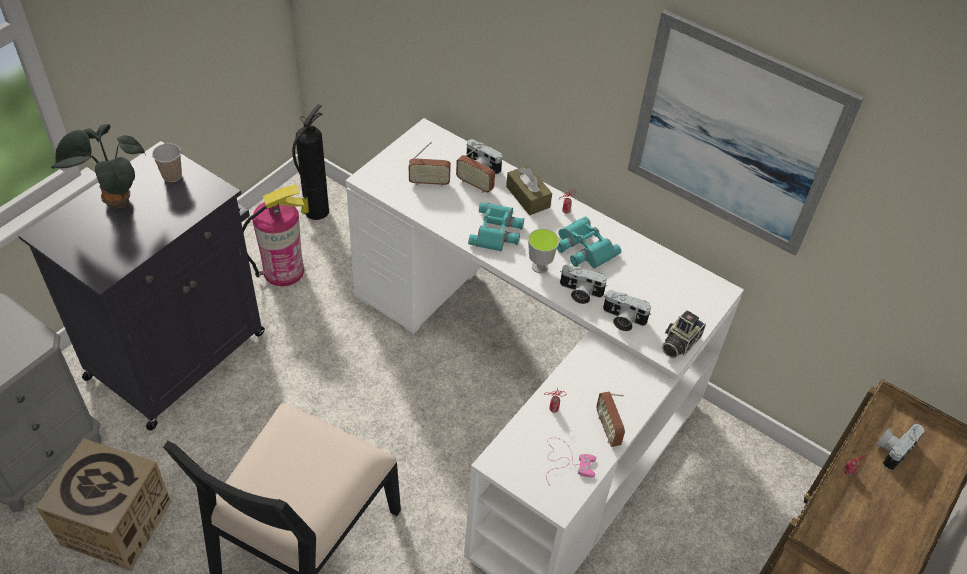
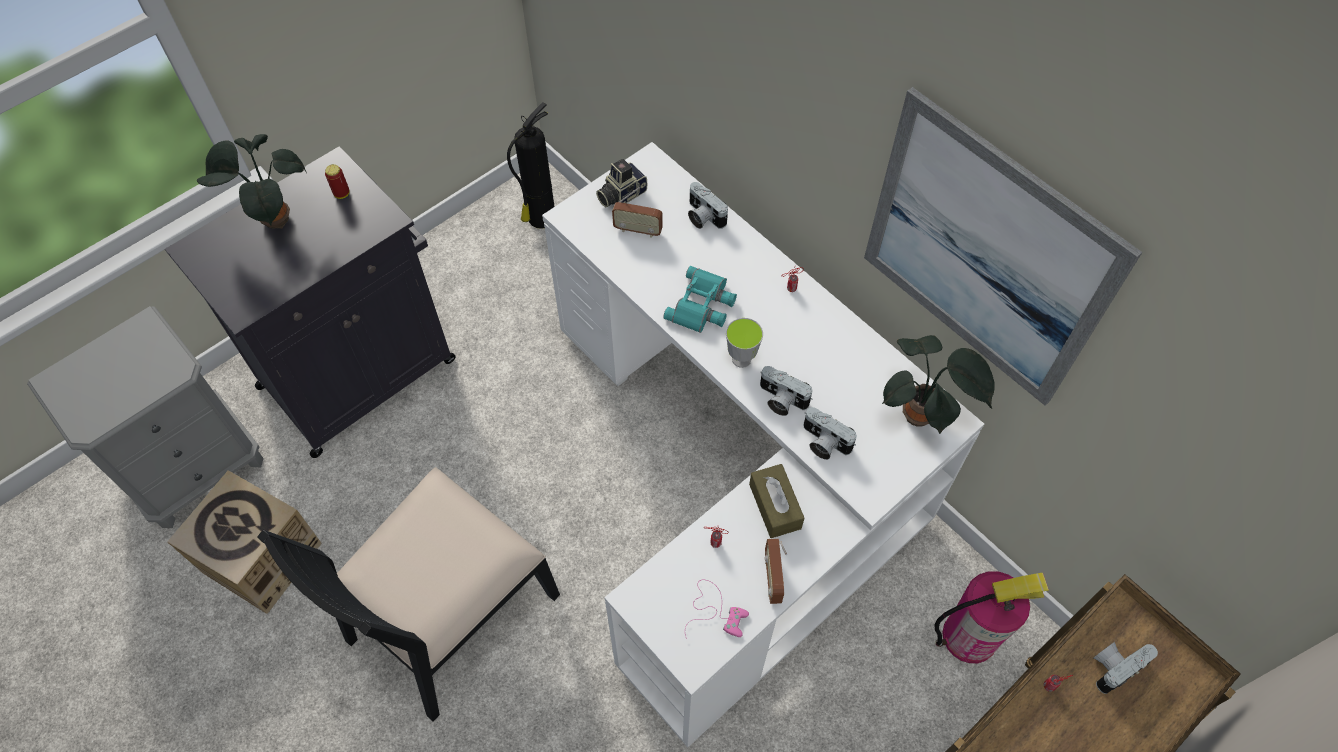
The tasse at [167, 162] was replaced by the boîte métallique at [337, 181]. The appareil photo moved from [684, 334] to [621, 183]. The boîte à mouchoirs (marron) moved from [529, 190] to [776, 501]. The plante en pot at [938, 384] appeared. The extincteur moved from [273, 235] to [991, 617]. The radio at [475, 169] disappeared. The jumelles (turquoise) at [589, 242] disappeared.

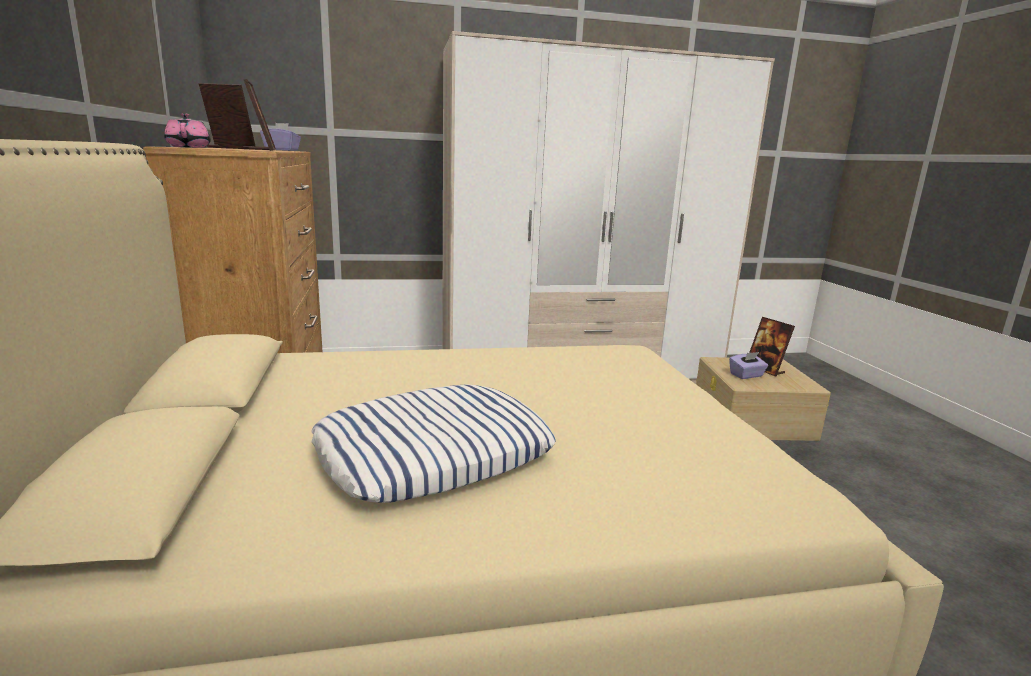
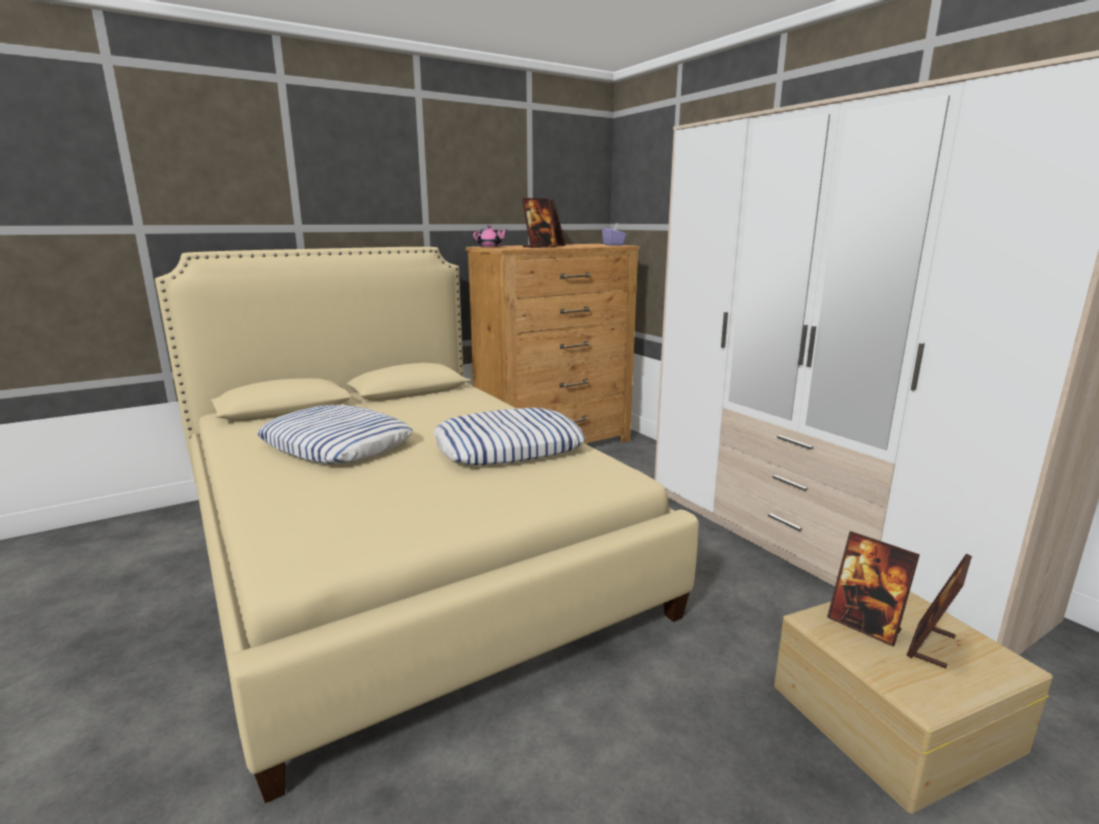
The coussin at [509, 436] appeared. The boîte à mouchoirs (violet) at [748, 365] was replaced by the cadre photo at [873, 589].

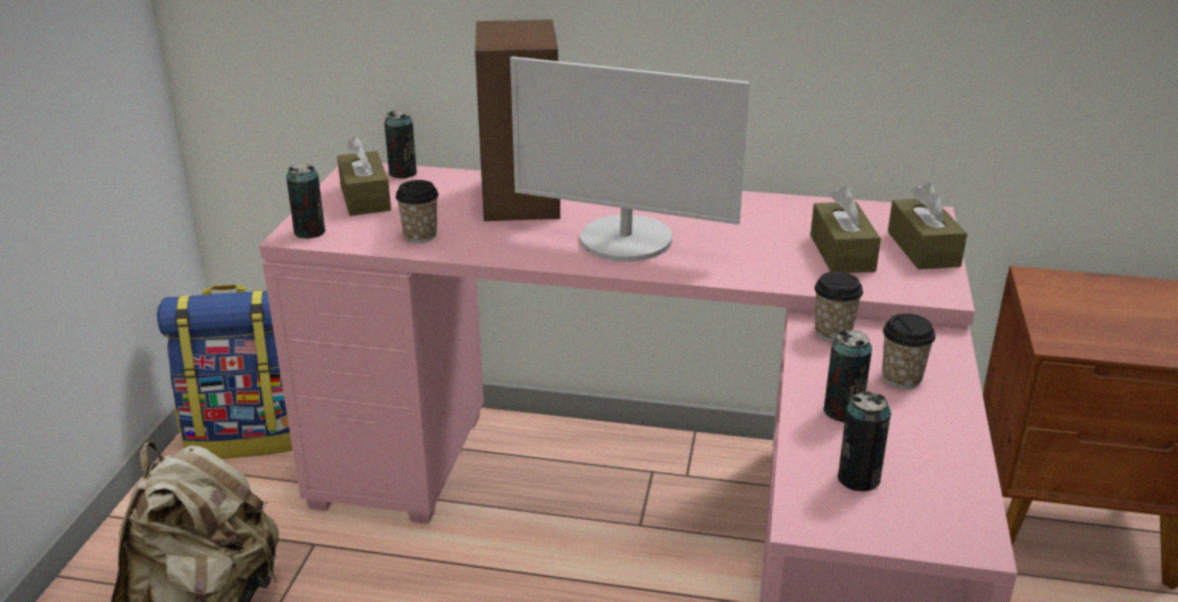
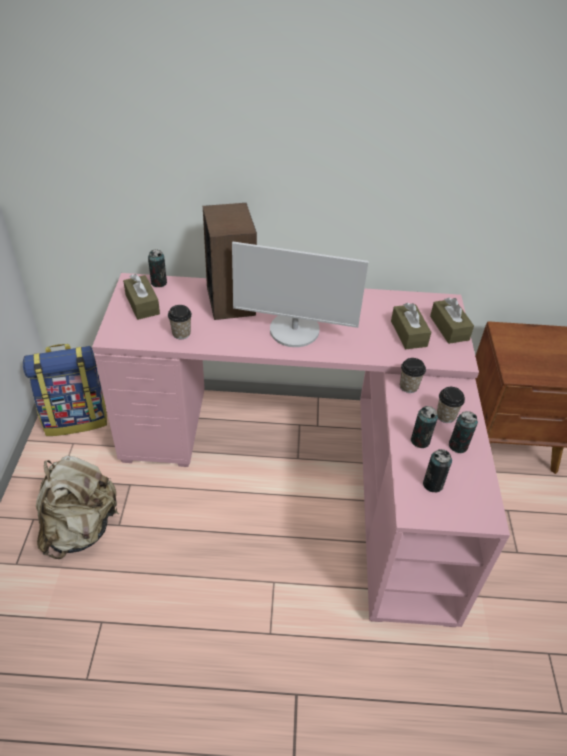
The boîte métallique moved from [305, 201] to [463, 432].

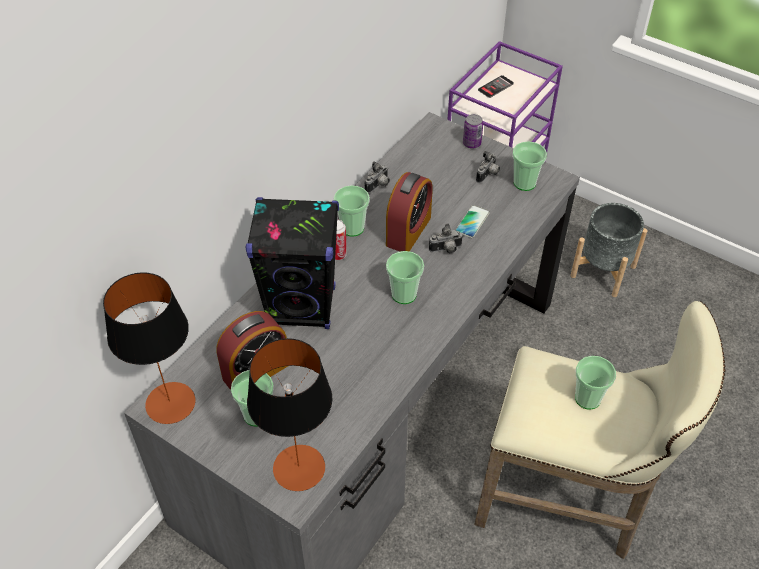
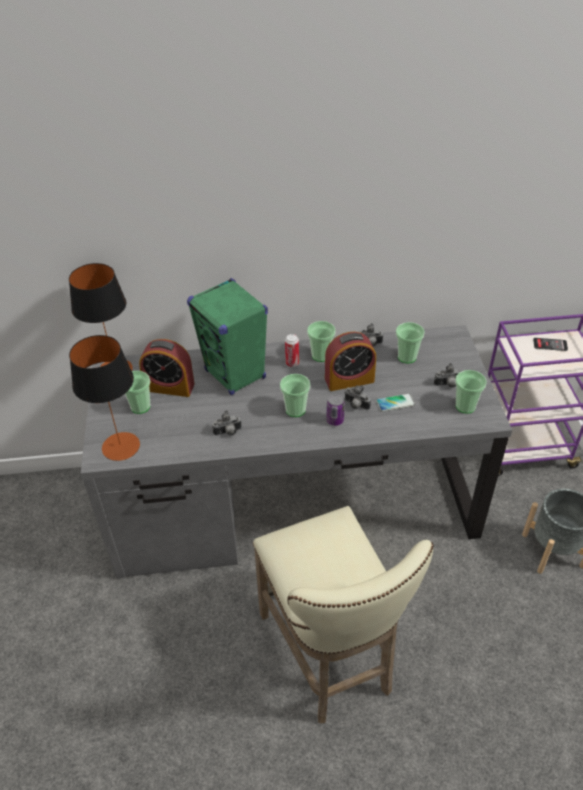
The enceinte (noir) at [292, 263] became the enceinte (vert) at [227, 336]. The appareil photo at [227, 423] appeared. The boîte métallique moved from [473, 131] to [335, 410]. The tasse moved from [595, 383] to [410, 342].

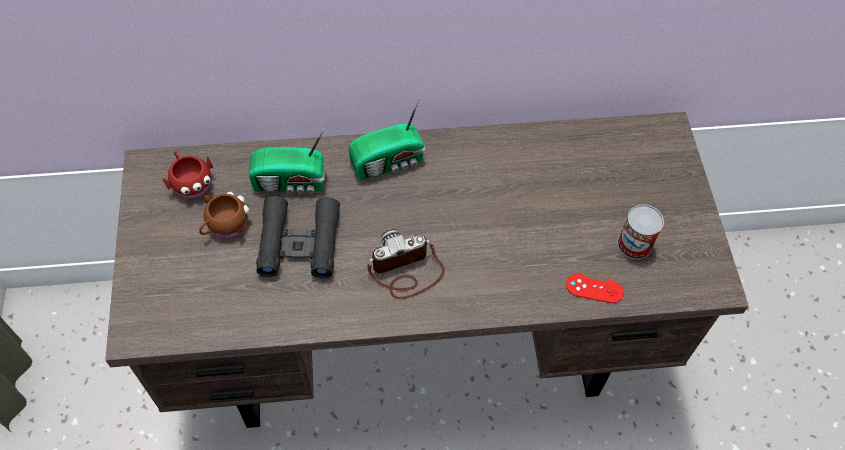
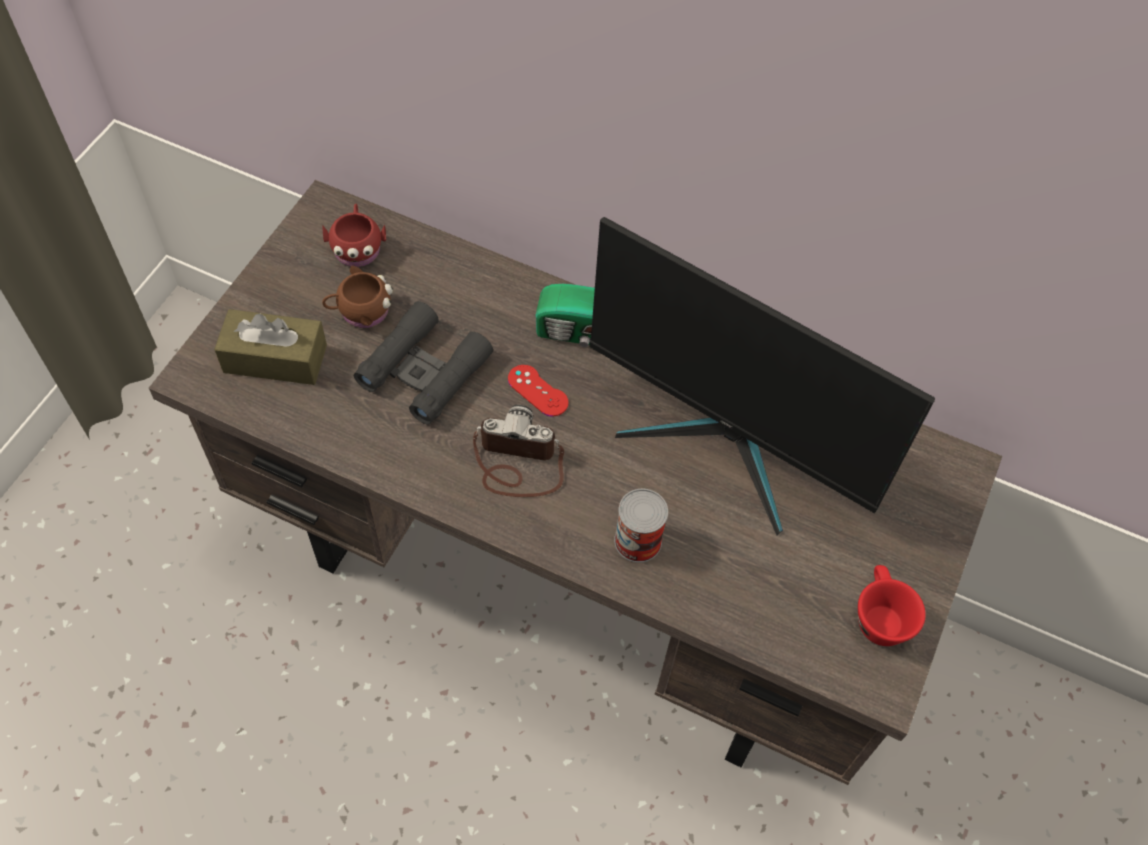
The boîte à mouchoirs (marron) at [270, 347] appeared. The manette (rouge) moved from [595, 288] to [538, 390]. The écran d'ordinateur at [762, 376] appeared. The boîte métallique moved from [640, 232] to [641, 526]. The tasse (rouge) at [892, 605] appeared. The radio at [287, 160] disappeared.

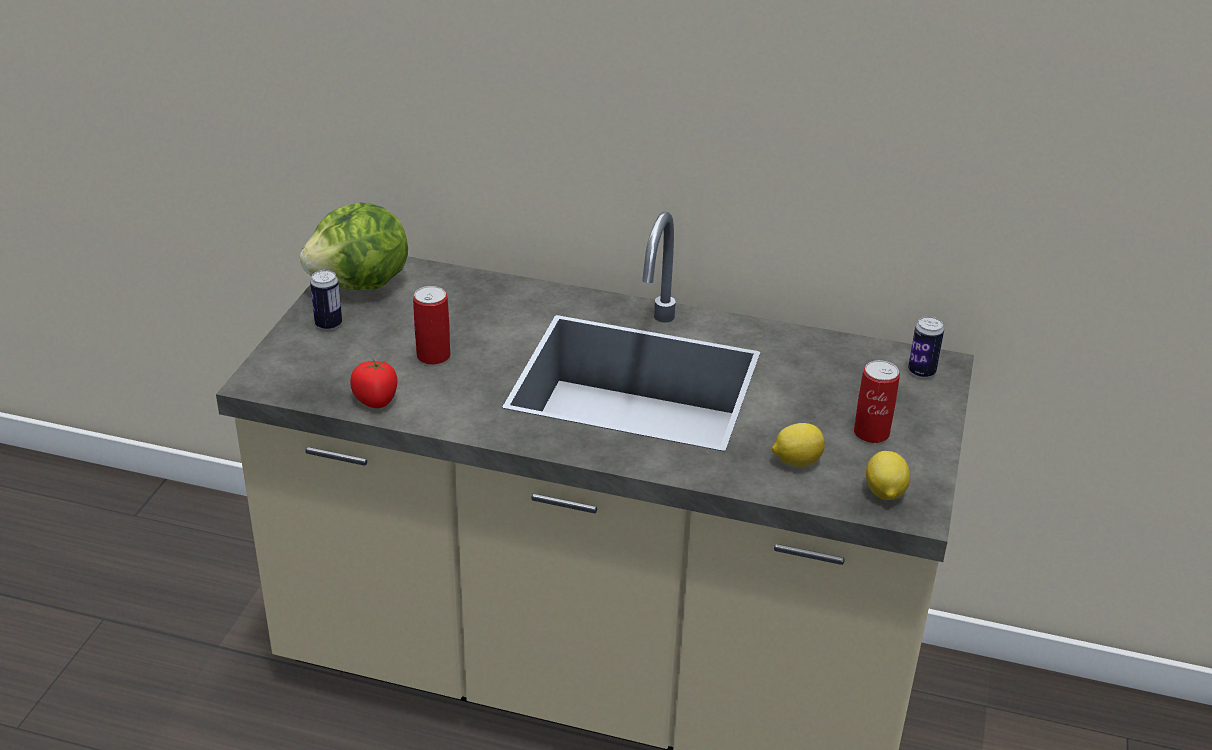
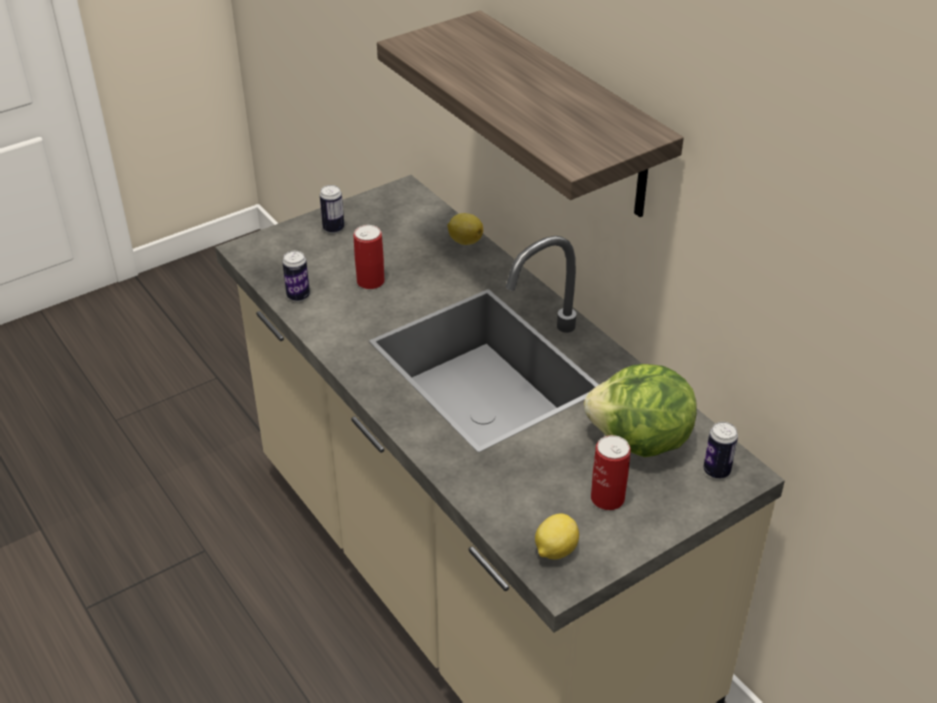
The tomate at [373, 383] was replaced by the boîte métallique at [296, 276]. The étagère at [530, 113] appeared. The citron moved from [798, 445] to [465, 229]. The laitue moved from [354, 246] to [640, 410].

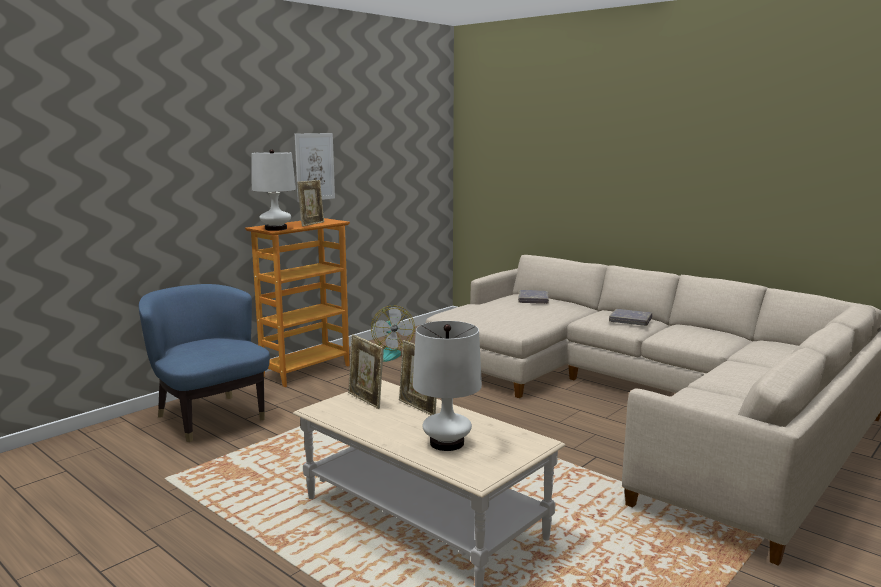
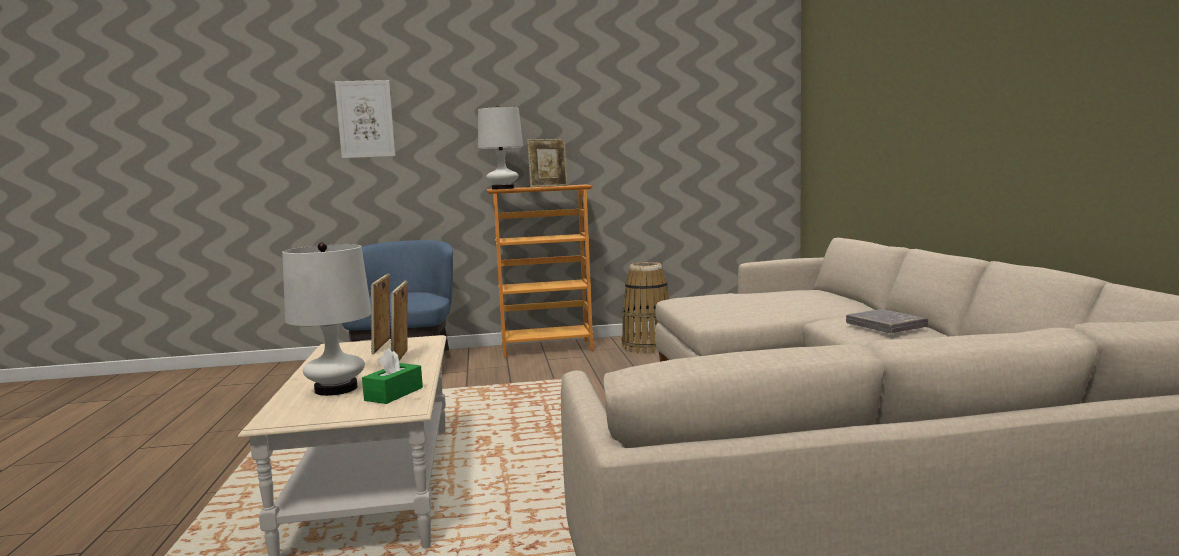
The tableau moved from [315, 167] to [365, 119]. The boîte à mouchoirs (vert) at [392, 376] appeared. The ventilateur at [393, 334] was replaced by the panier at [645, 308]. The livre (gris) at [533, 297] disappeared.

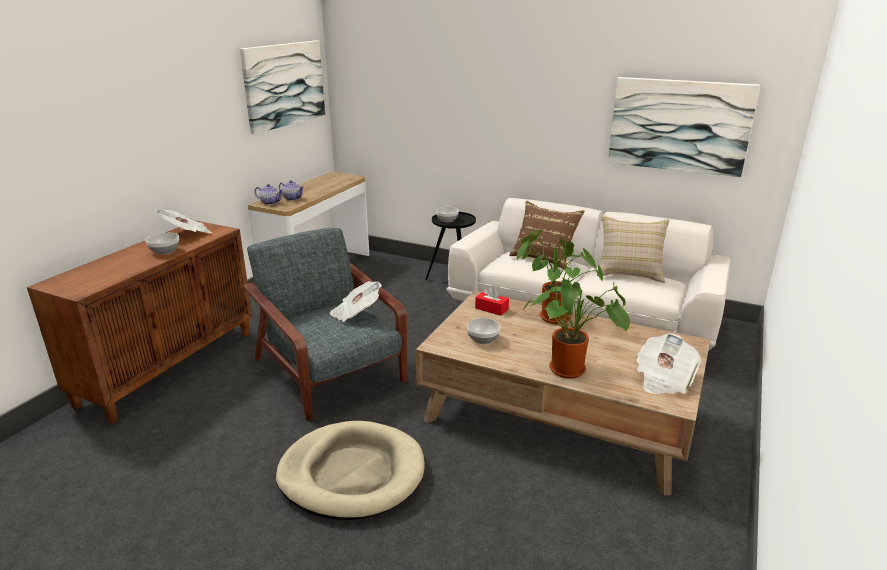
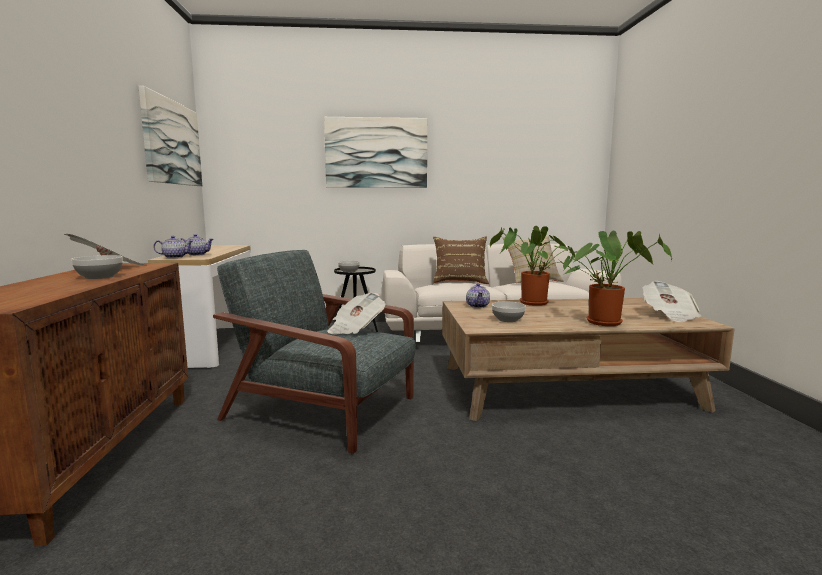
The tableau moved from [684, 127] to [375, 152]. The boîte à mouchoirs (rouge) at [492, 301] was replaced by the théière at [478, 295]. The panier pour chien (beige) at [350, 470] disappeared.

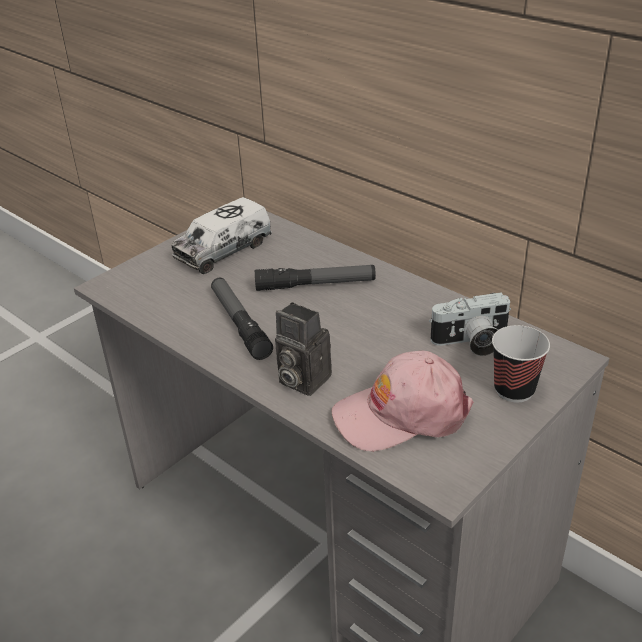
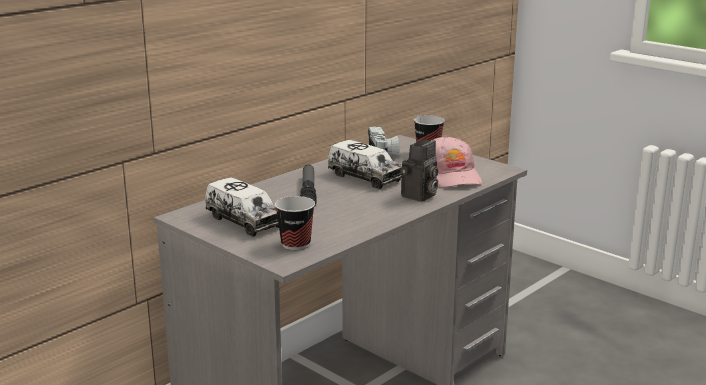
The tasse at [295, 223] appeared. The camion jouet at [365, 164] appeared. The lampe de poche at [242, 319] disappeared.

